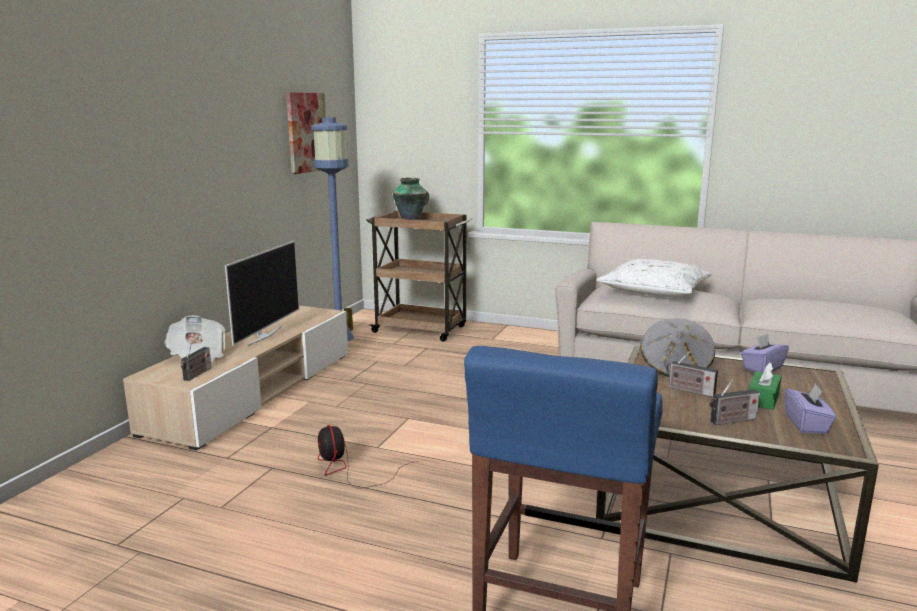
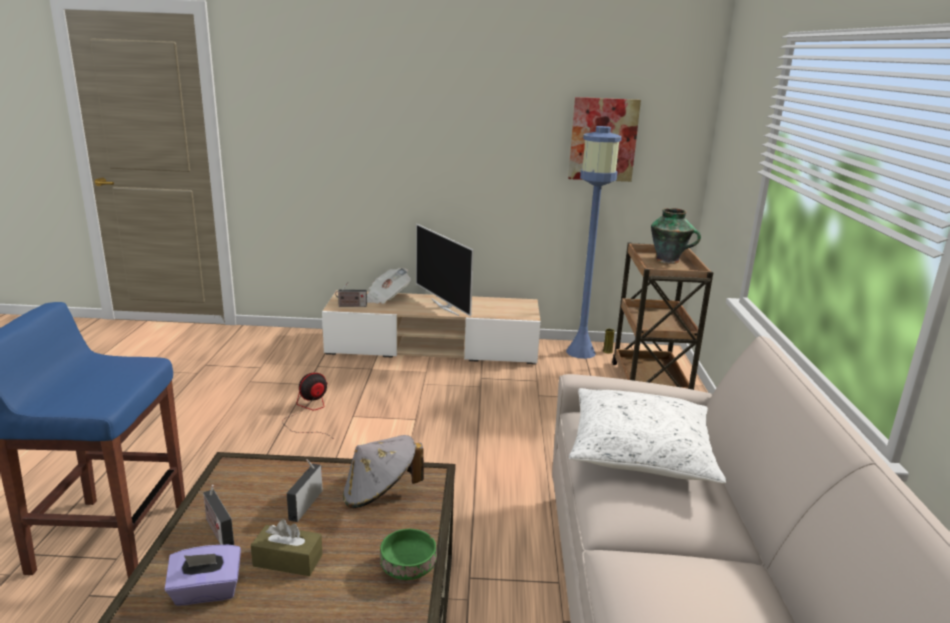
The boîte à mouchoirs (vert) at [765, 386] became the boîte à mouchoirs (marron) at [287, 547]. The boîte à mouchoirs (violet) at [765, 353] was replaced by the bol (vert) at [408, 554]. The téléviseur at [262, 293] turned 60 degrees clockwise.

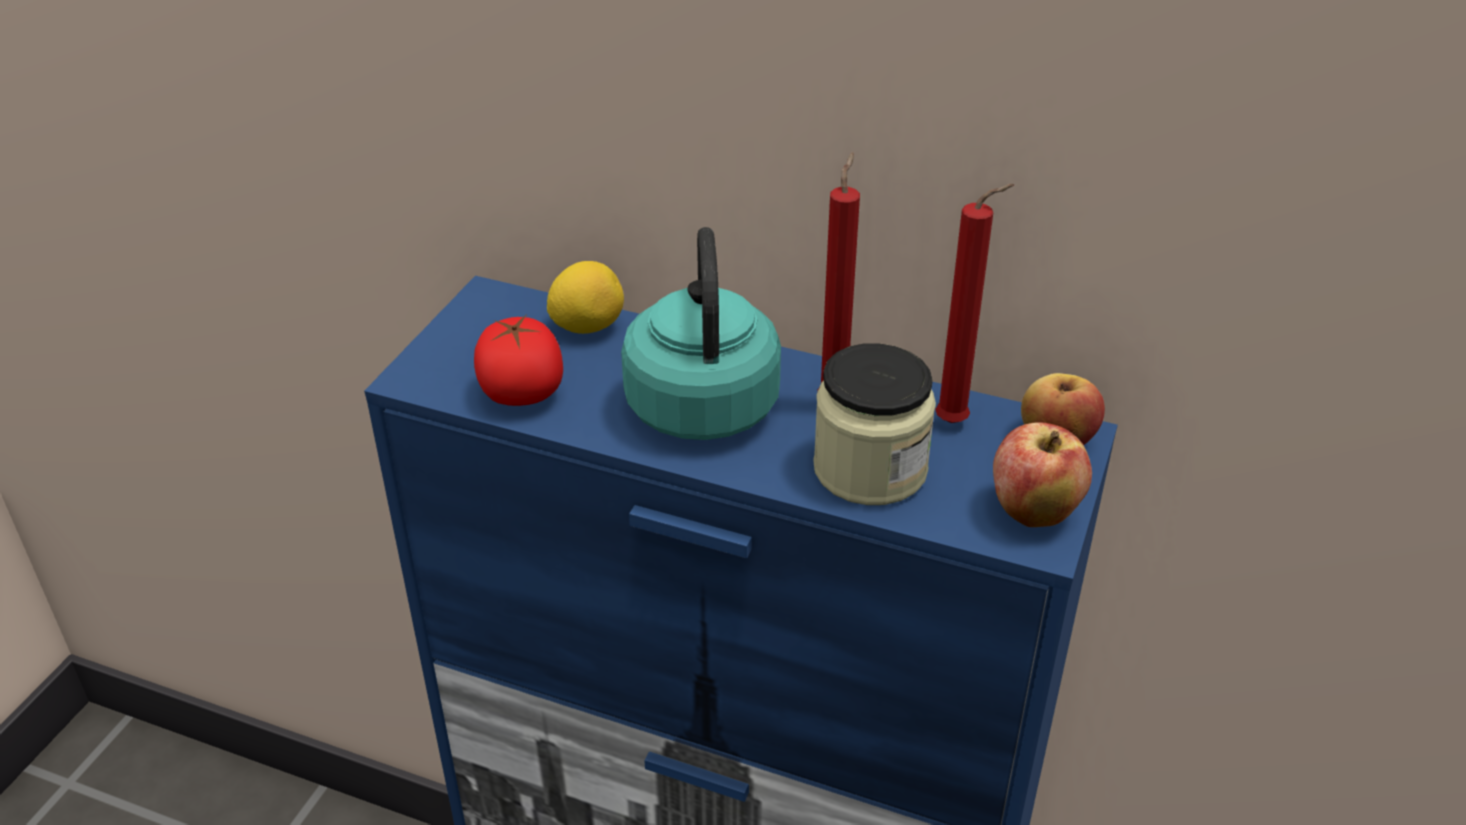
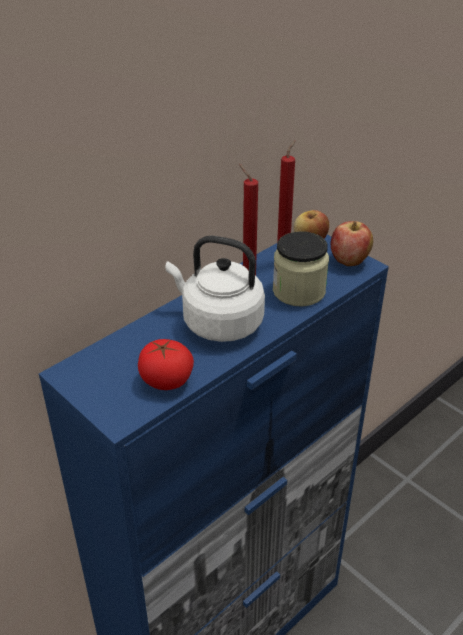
The bouilloire (turquoise) at [701, 333] became the bouilloire (blanc) at [215, 289]. The citron at [585, 297] disappeared.

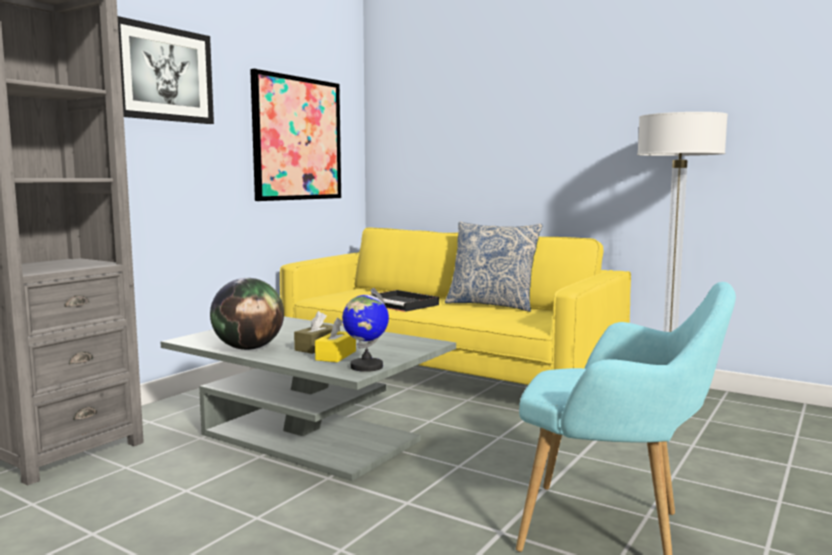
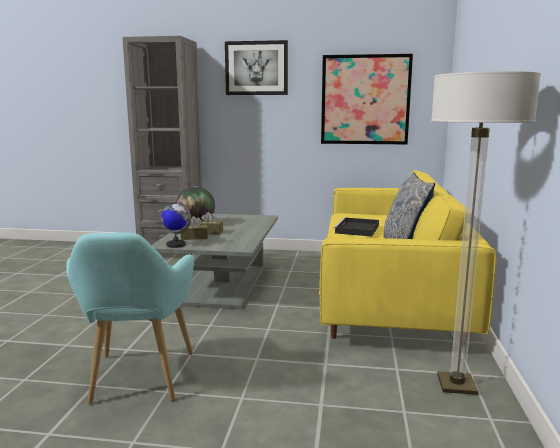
The boîte à mouchoirs (jaune) at [335, 340] became the boîte à mouchoirs (marron) at [194, 228].

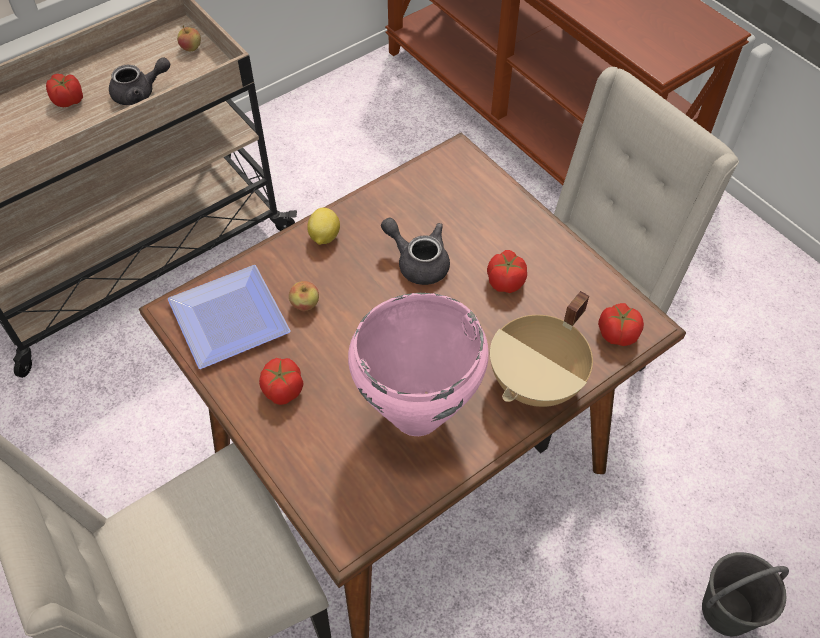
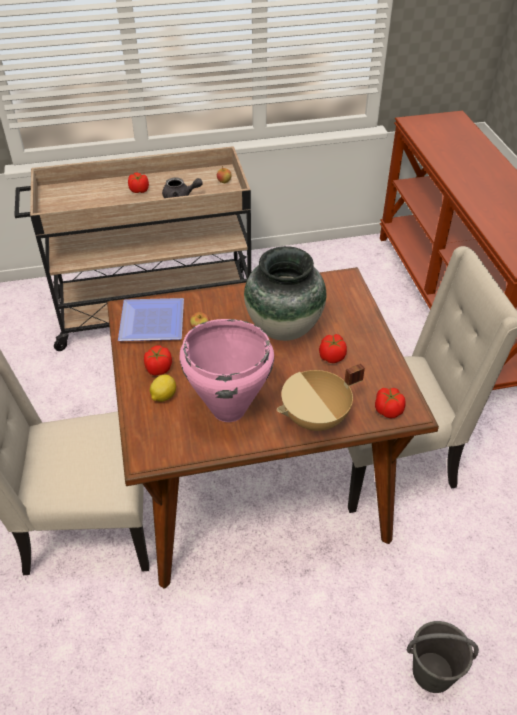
The citron moved from [323, 226] to [163, 388]. The théière (gris) at [415, 251] was replaced by the vase at [285, 293].

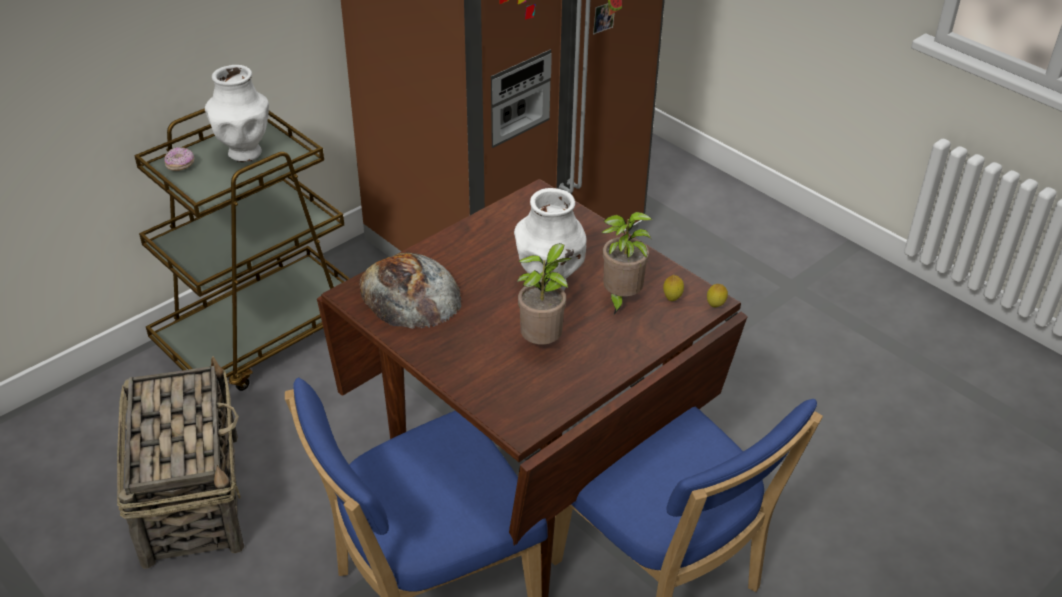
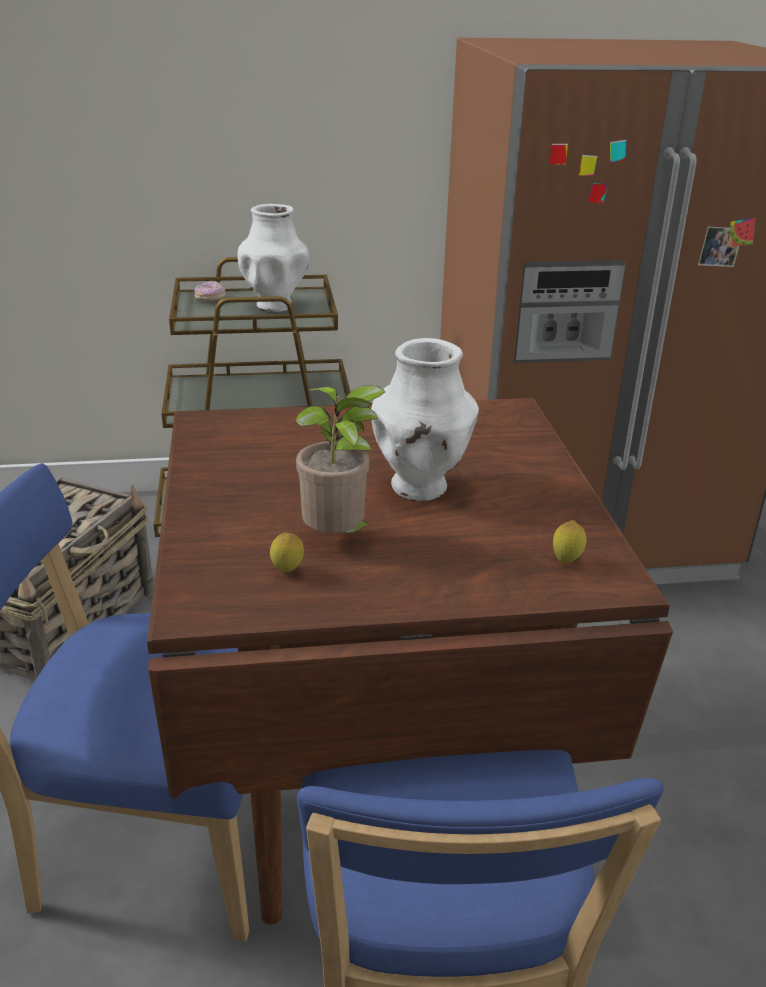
The citron moved from [717, 295] to [287, 552]. The pain at [411, 290] disappeared. The plante en pot at [627, 263] disappeared.

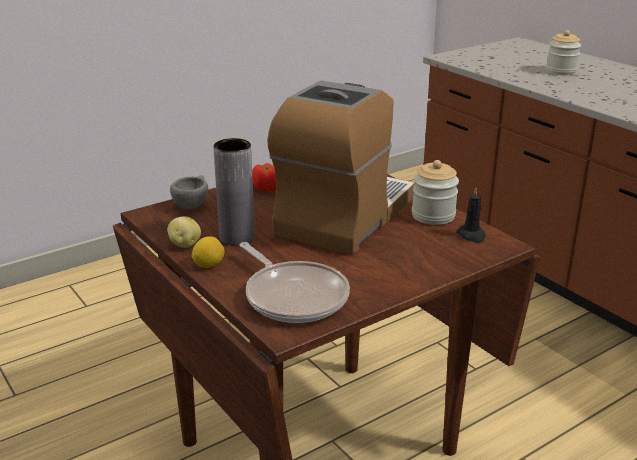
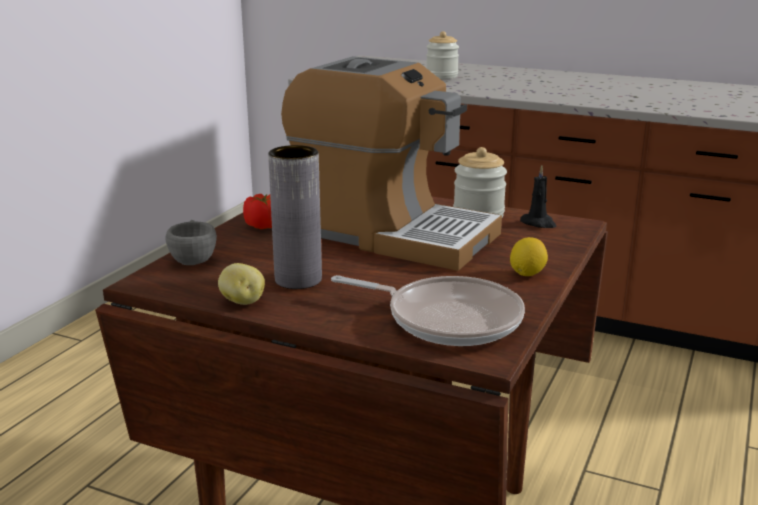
The machine à café at [341, 168] turned 120 degrees clockwise. The citron moved from [208, 252] to [529, 256].

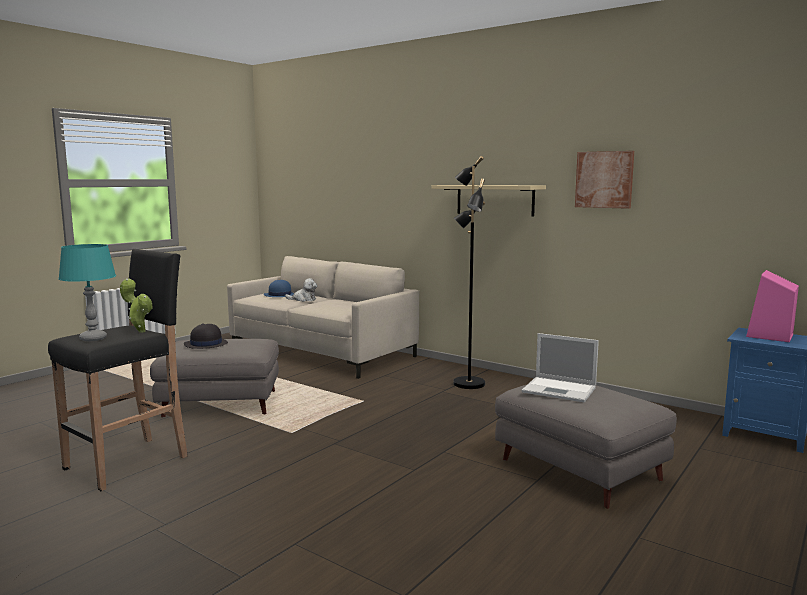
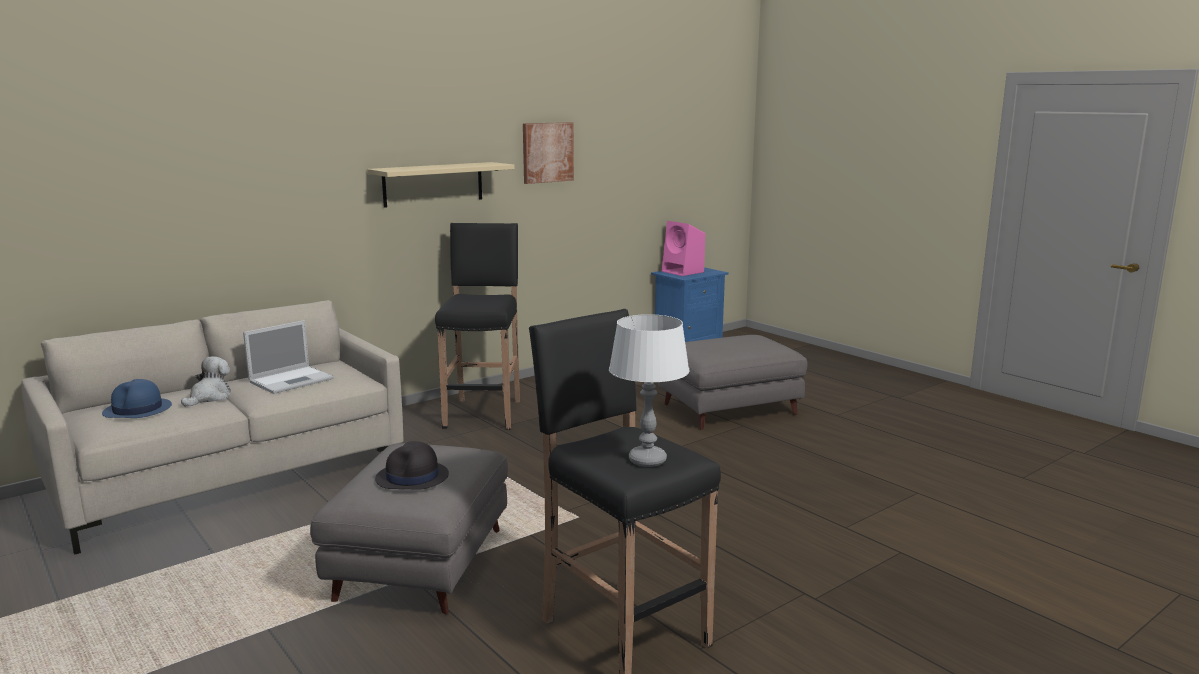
The ordinateur portable moved from [560, 367] to [288, 357]. The lampadaire (noir) at [469, 272] was replaced by the tabouret (noir) at [477, 326]. The lampe de table (turquoise) at [87, 292] became the lampe de table (blanc) at [649, 390]. The plante en pot at [136, 305] disappeared.

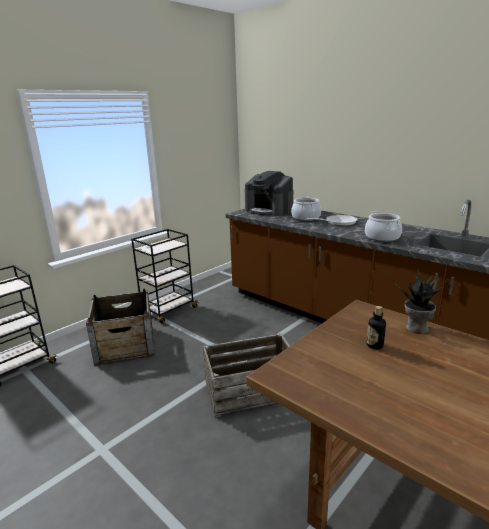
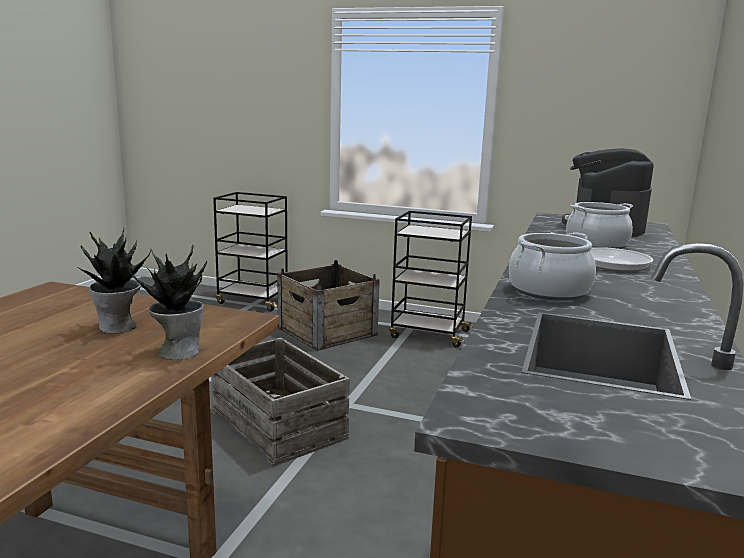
The bouteille at [376, 327] was replaced by the plante en pot at [114, 280].

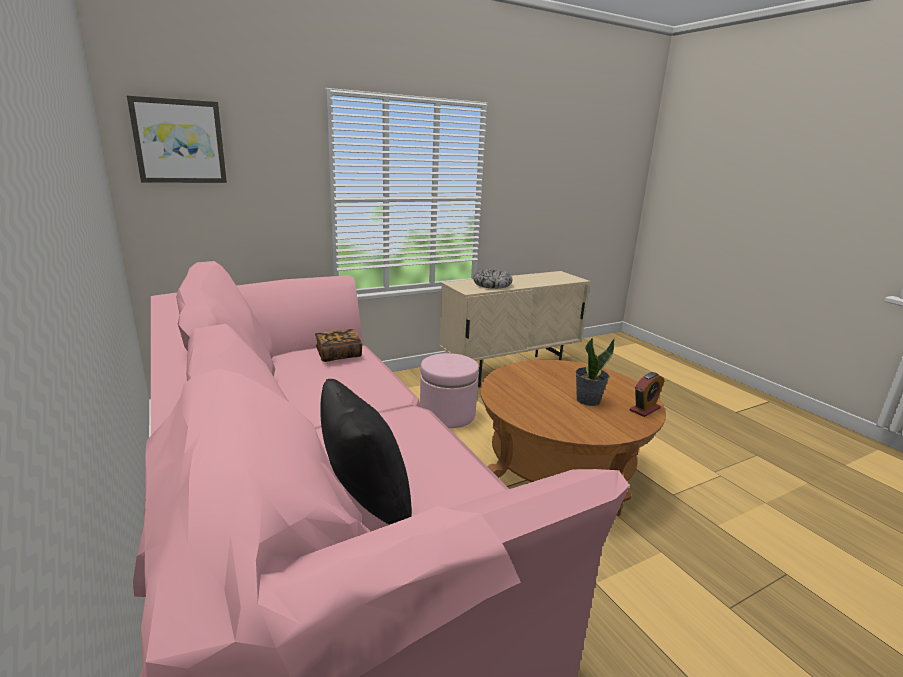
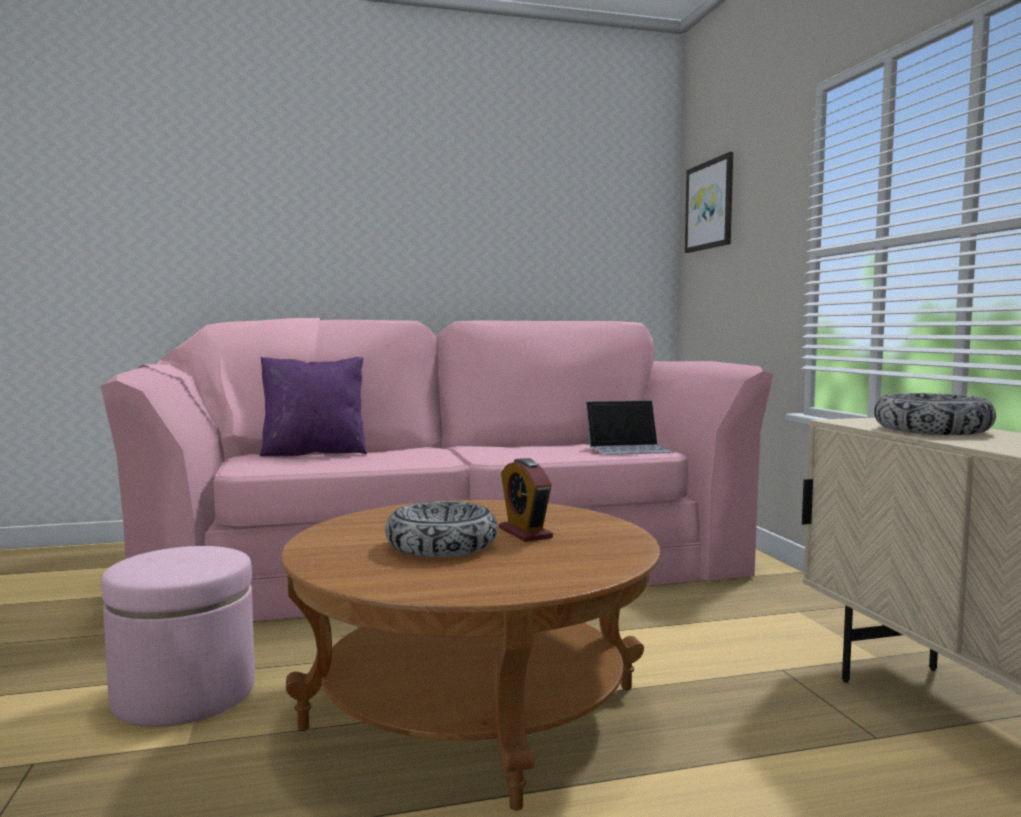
The pouf (rose) moved from [449, 390] to [178, 636]. The coussin (noir) at [366, 452] became the coussin (violet) at [313, 406]. The plante en pot at [595, 372] was replaced by the bol at [441, 529]. The réveil moved from [647, 394] to [526, 500]. The livre at [338, 345] was replaced by the ordinateur portable at [630, 427].

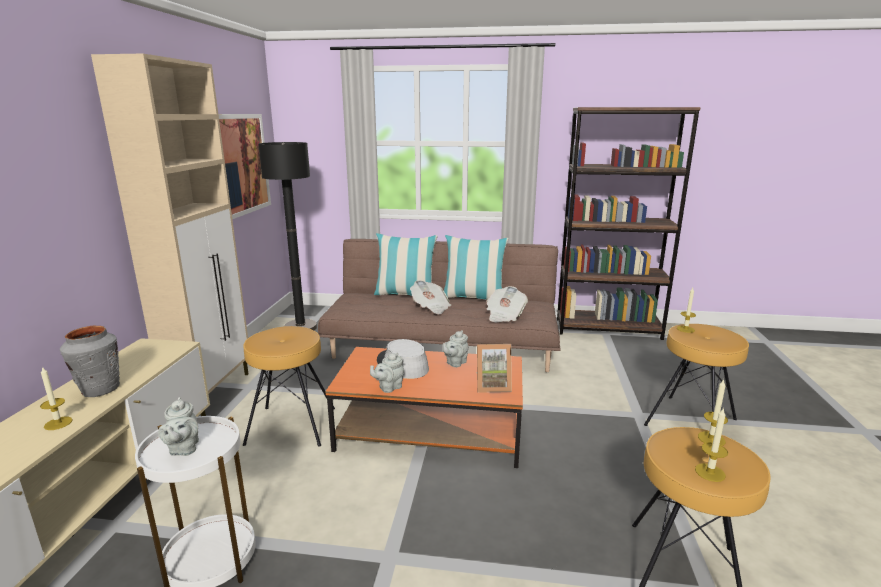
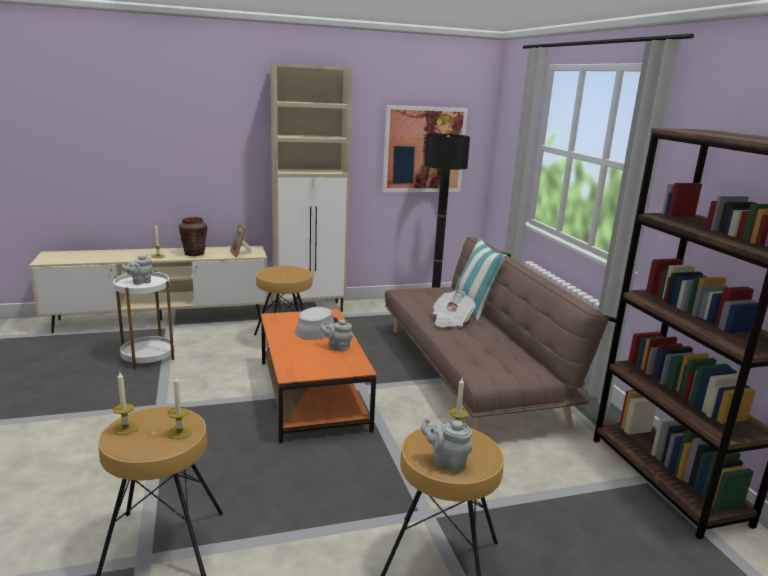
The vase (gris) at [90, 361] became the vase (marron) at [193, 236]. The cadre photo moved from [494, 368] to [241, 240]. The théière (gris) moved from [387, 372] to [446, 445]. The coussin at [476, 267] disappeared. The journal at [507, 304] disappeared.

